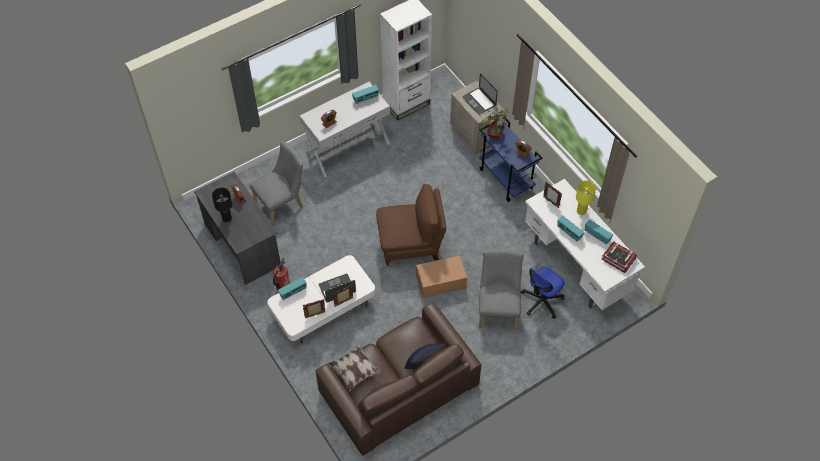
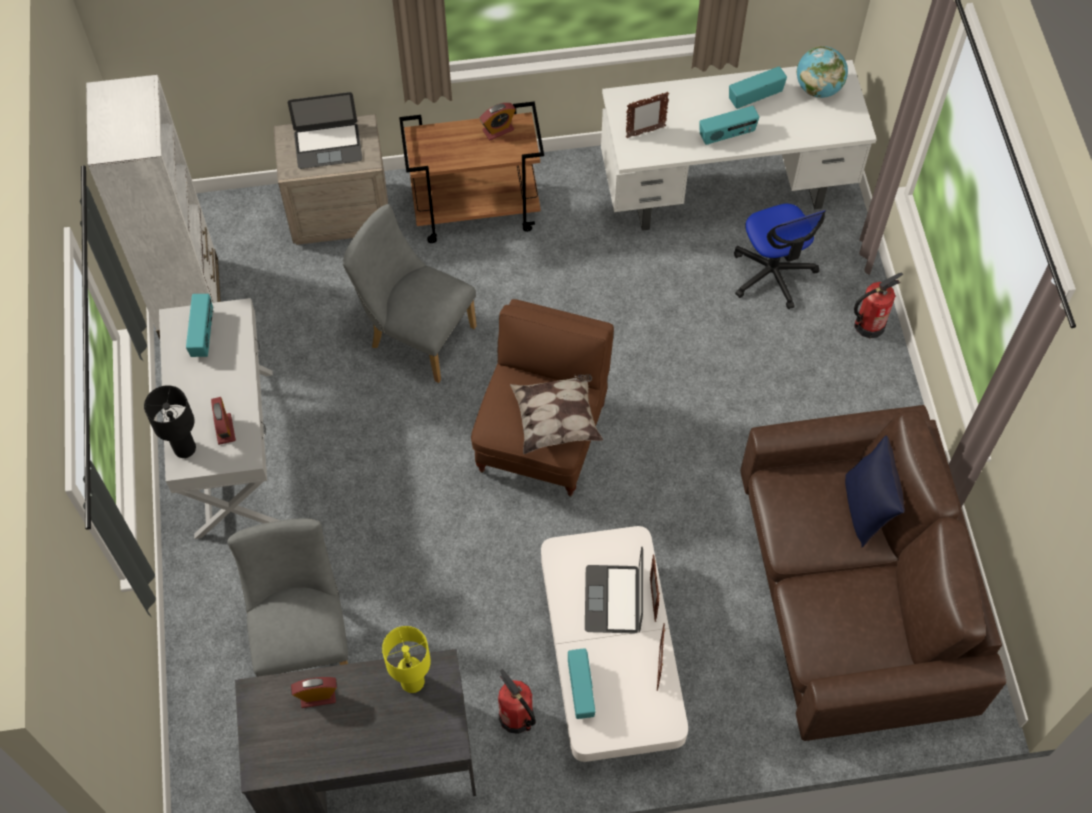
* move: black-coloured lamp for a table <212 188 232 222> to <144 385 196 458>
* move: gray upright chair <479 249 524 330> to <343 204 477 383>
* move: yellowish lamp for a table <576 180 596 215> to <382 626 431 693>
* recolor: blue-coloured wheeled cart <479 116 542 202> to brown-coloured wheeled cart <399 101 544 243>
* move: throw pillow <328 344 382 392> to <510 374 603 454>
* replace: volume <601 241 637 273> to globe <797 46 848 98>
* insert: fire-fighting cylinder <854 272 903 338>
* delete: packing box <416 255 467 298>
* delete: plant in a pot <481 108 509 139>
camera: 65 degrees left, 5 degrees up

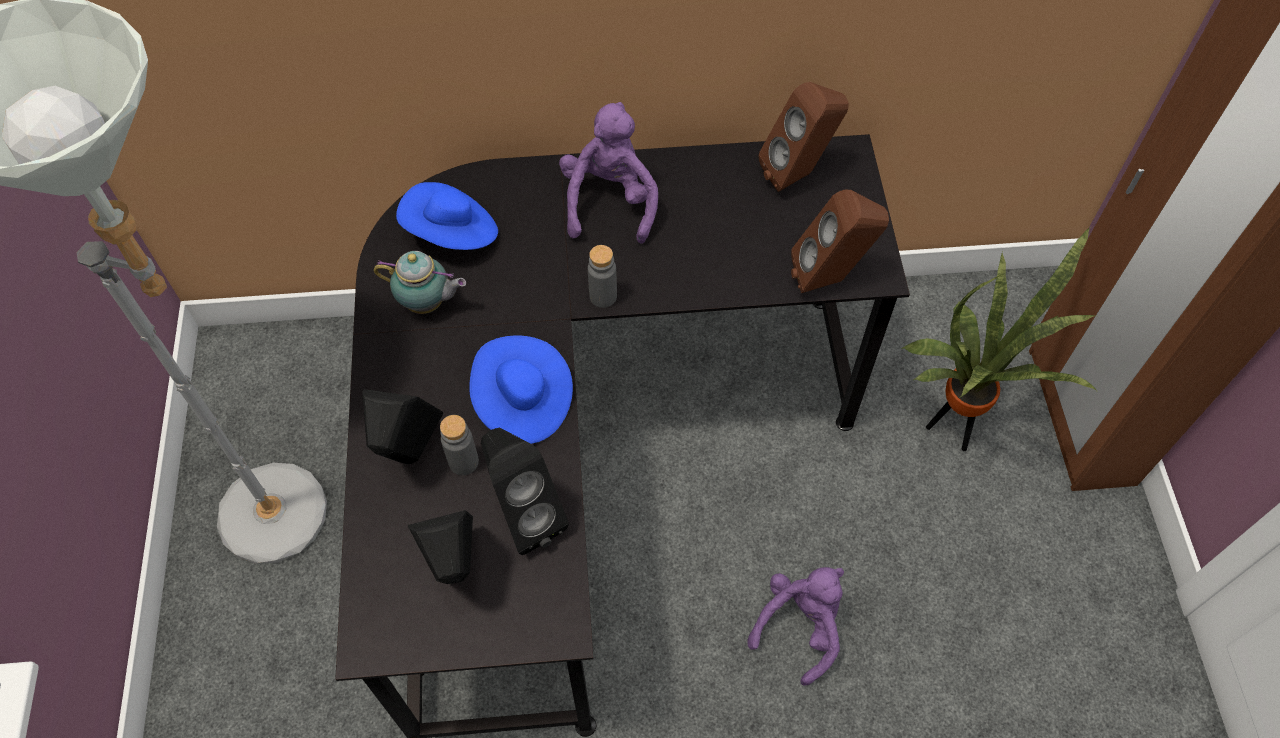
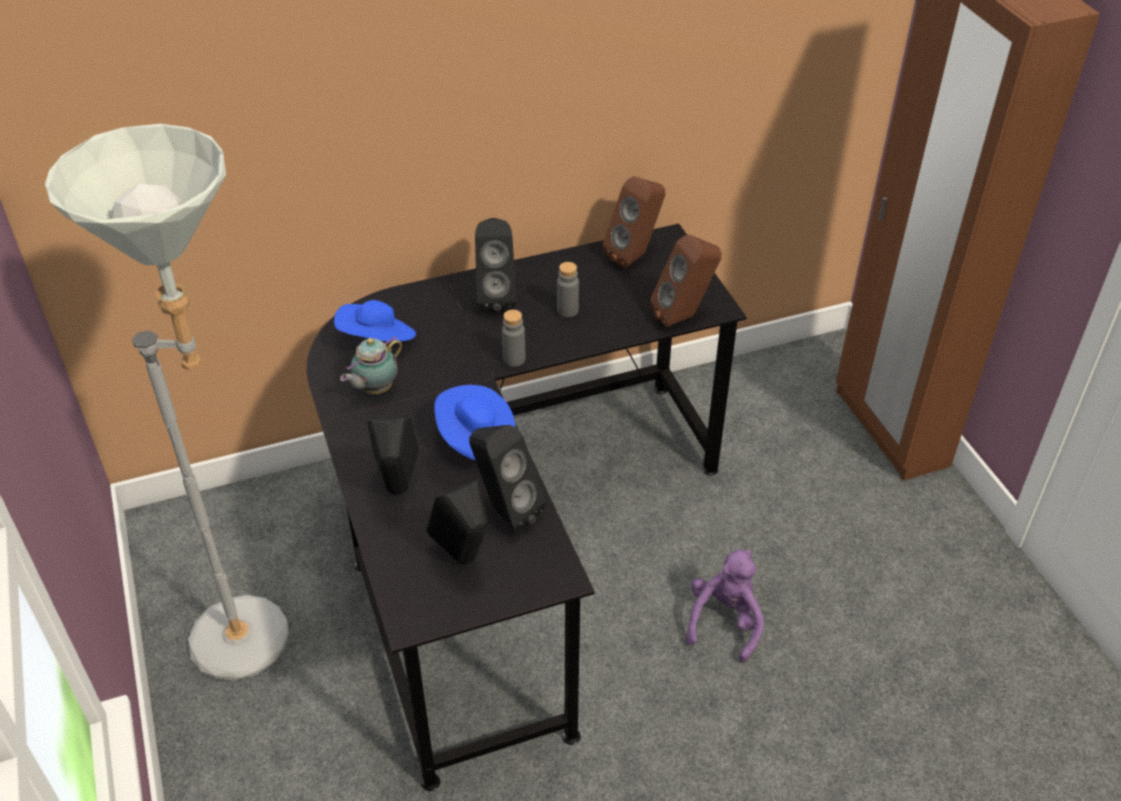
* rotate: teapot <373 251 466 314> = <340 336 402 394> 135 degrees clockwise
* replace: purple-coloured soft toy <559 102 658 244> to black-coloured loudspeaker <475 218 517 313>
* move: gray bottle <440 415 479 475> to <557 262 579 317>
* delete: plant in a pot <901 226 1097 451>
camera: 15 degrees left, 15 degrees down

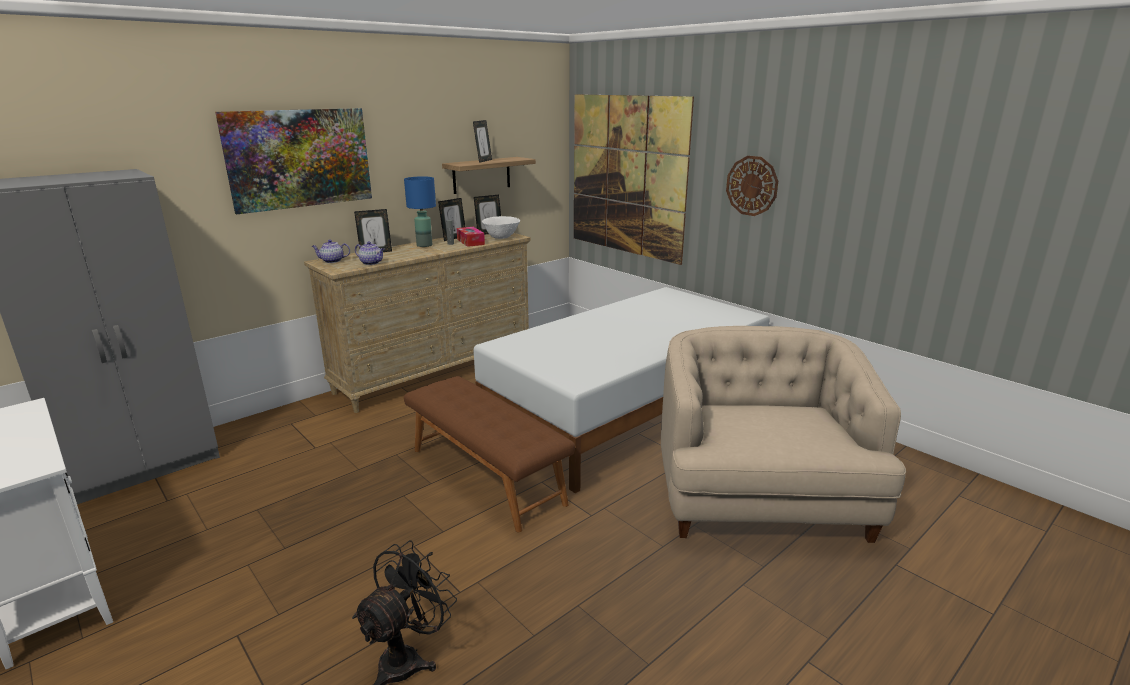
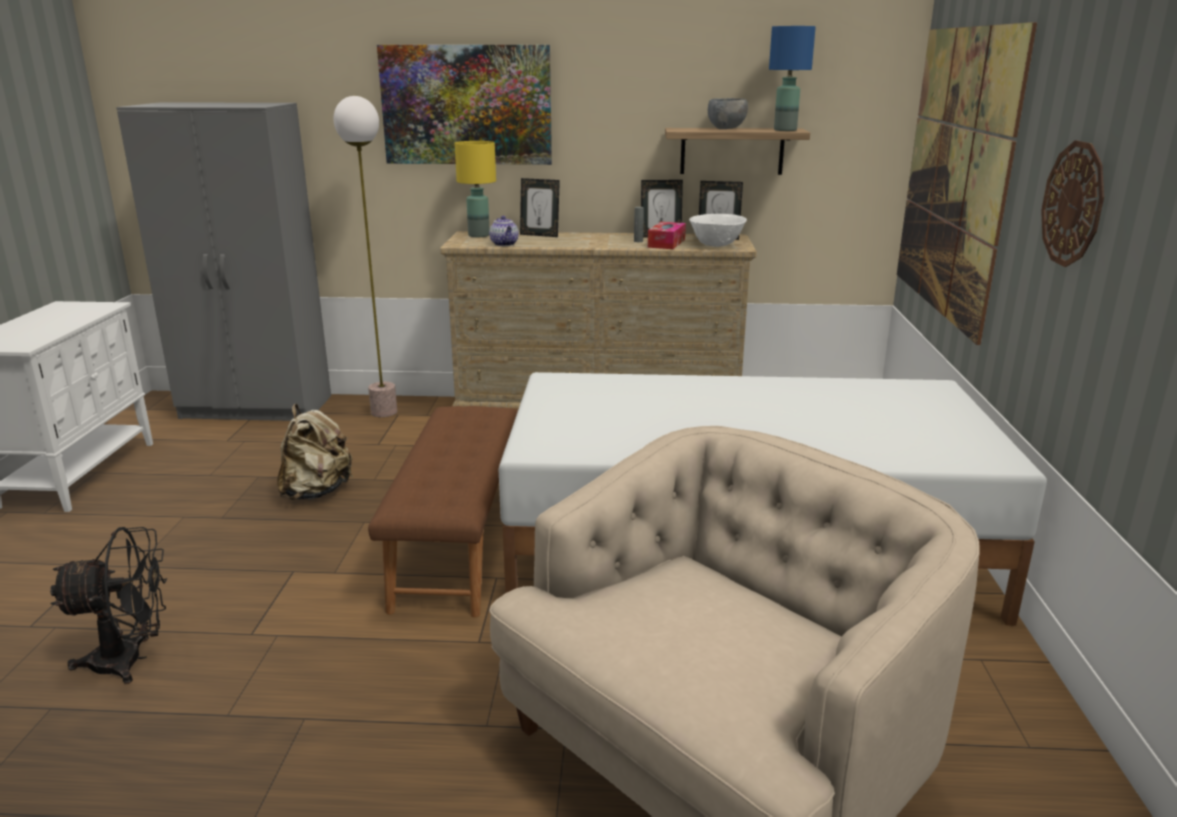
* insert: beige rucksack <277 404 353 500>
* insert: standard lamp <334 96 397 417>
* replace: teapot <312 240 350 263> to yellowish lamp for a table <455 141 496 237>
* replace: standing frame <473 120 492 163> to gray bowl <708 98 748 129>
* move: blue-coloured lamp for a table <404 176 436 247> to <769 26 816 131>
camera: 45 degrees right, 0 degrees up

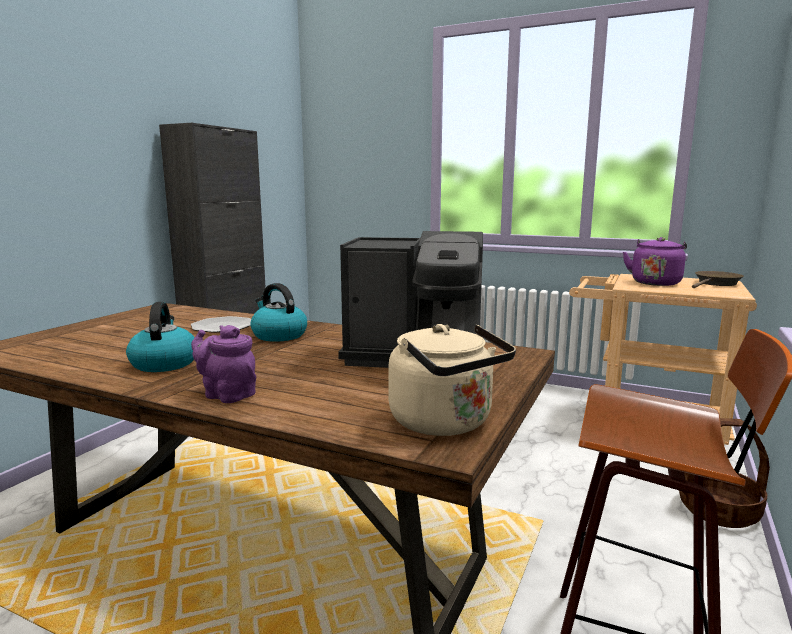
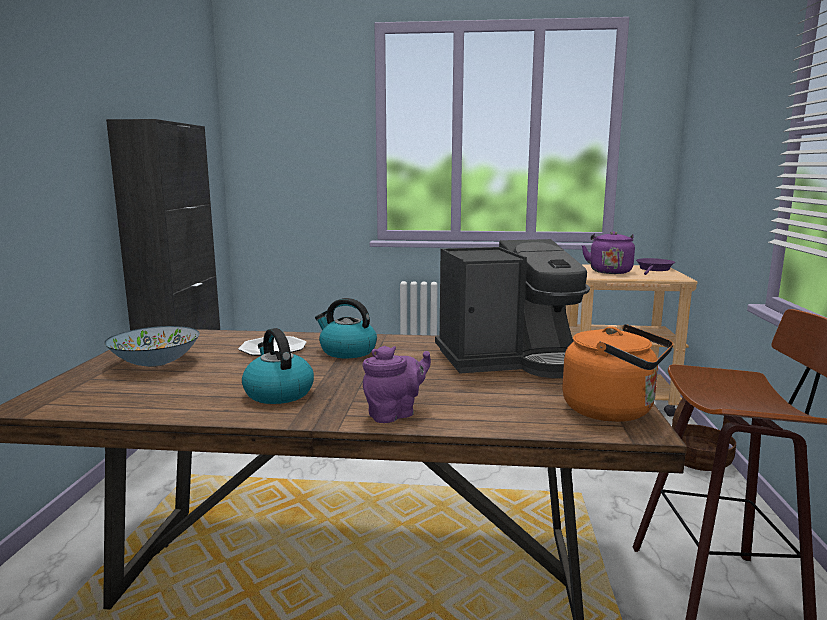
* insert: bowl <104 326 200 367>
* rotate: purple-coloured teapot <191 325 256 403> = <363 346 431 423> 135 degrees clockwise
* recolor: beige tea kettle <388 324 516 436> to orange-coloured tea kettle <562 324 673 422>
* recolor: brown-coloured skillet <692 271 744 288> to purple-coloured skillet <636 258 675 275>
camera: 20 degrees left, 0 degrees up

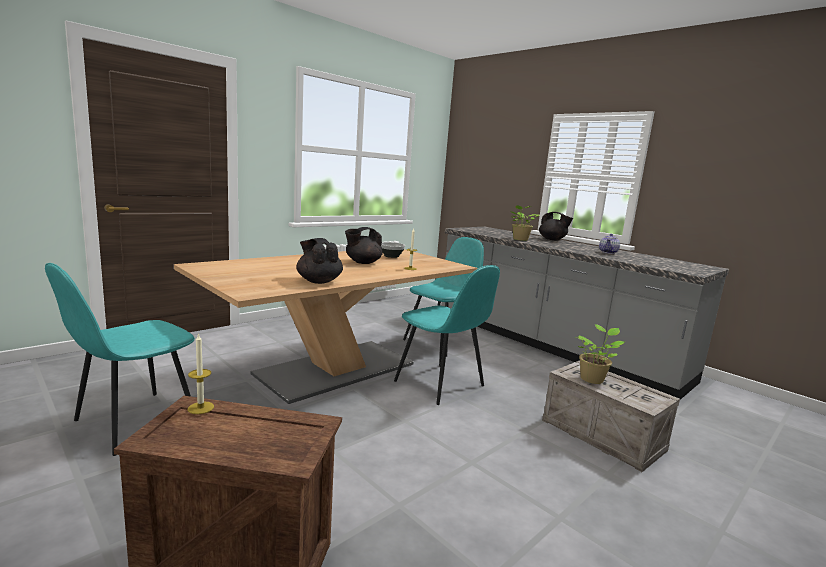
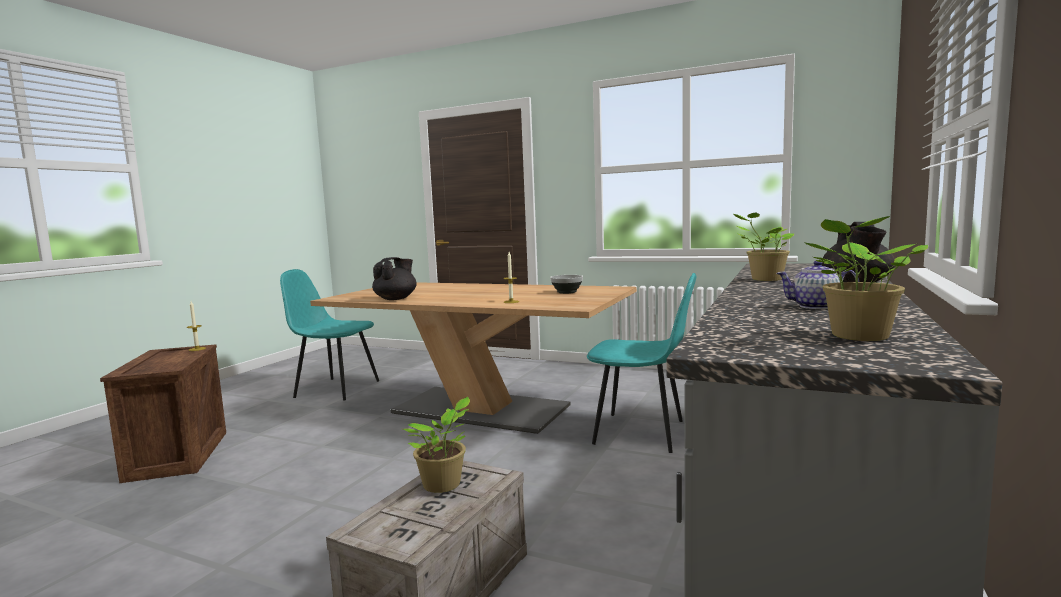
* insert: plant in a pot <806 216 928 341>
* delete: black-coloured teapot <345 227 383 264>
* delete: blue-green upright chair <394 265 500 405>
camera: 70 degrees right, 5 degrees down

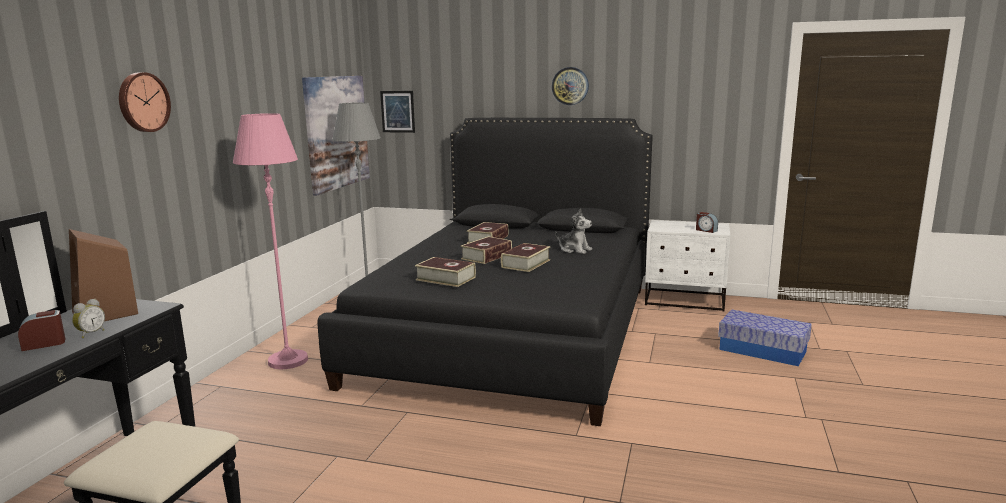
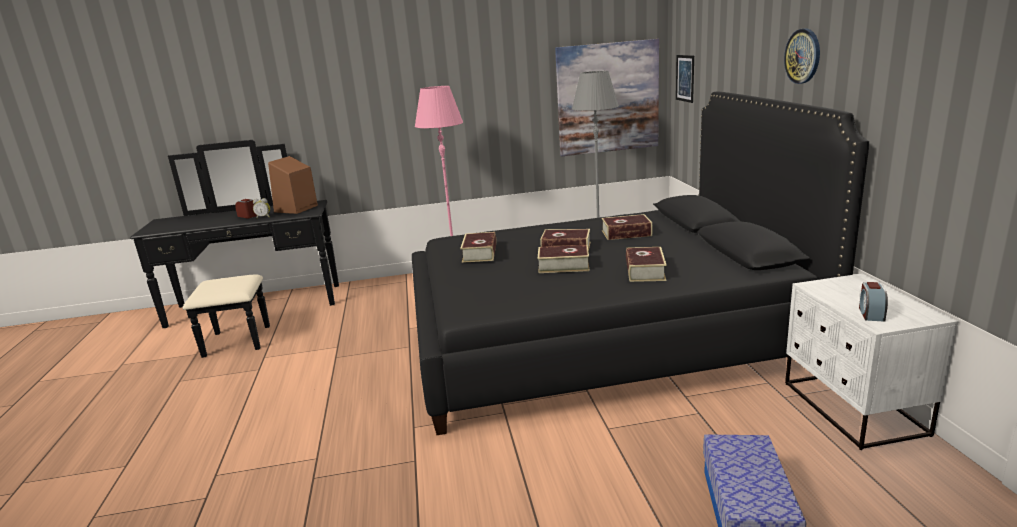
* replace: soft toy <556 208 592 254> to volume <626 247 667 282>
* delete: clock on the wall <119 72 171 132>
camera: 65 degrees right, 5 degrees up

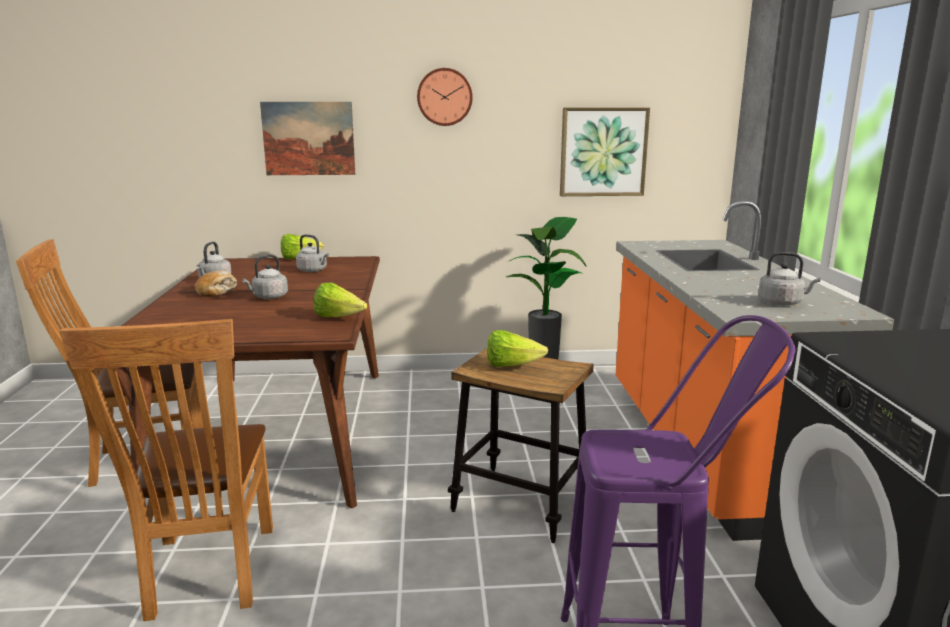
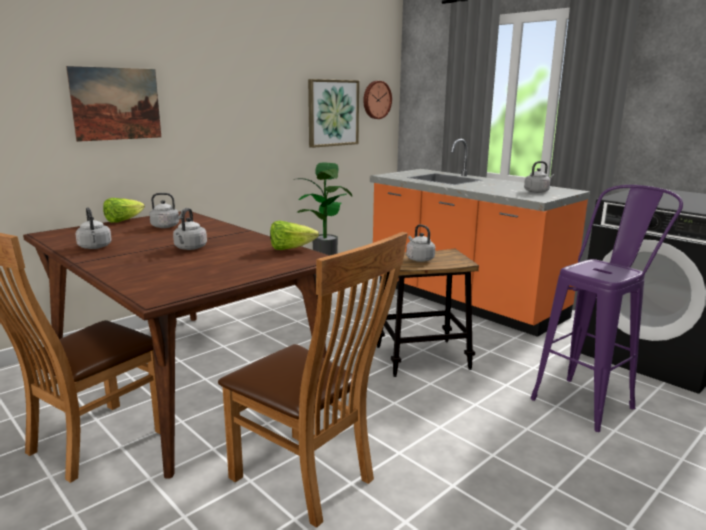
* move: clock on the wall <417 68 473 126> to <363 81 392 119>
* replace: lettuce head <487 330 549 367> to gray tea kettle <406 224 435 262>
* delete: bread <195 270 237 297>
camera: 40 degrees left, 0 degrees up

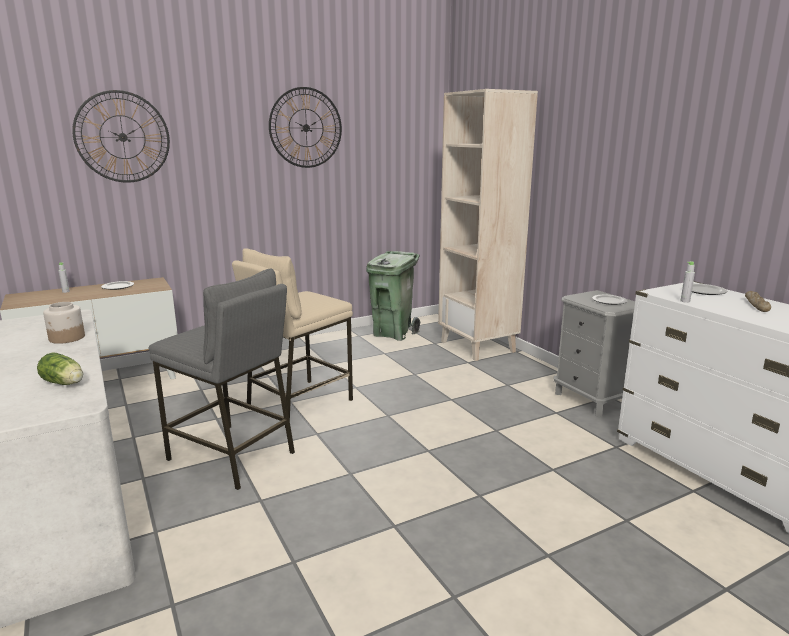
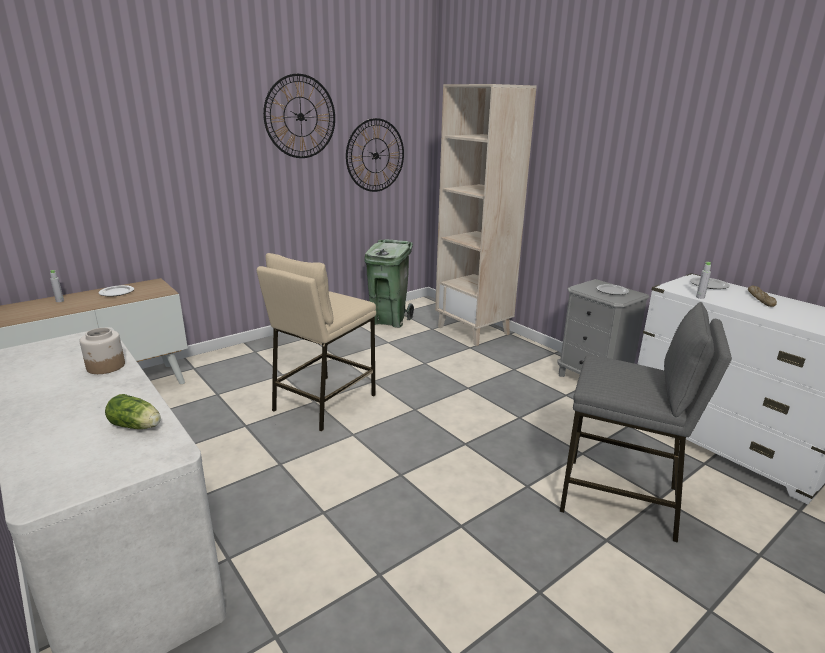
* move: clock on the wall <72 90 170 183> to <346 118 404 192>
* move: gray stool seat <148 269 295 490> to <560 302 732 543>
camera: 10 degrees left, 5 degrees up

